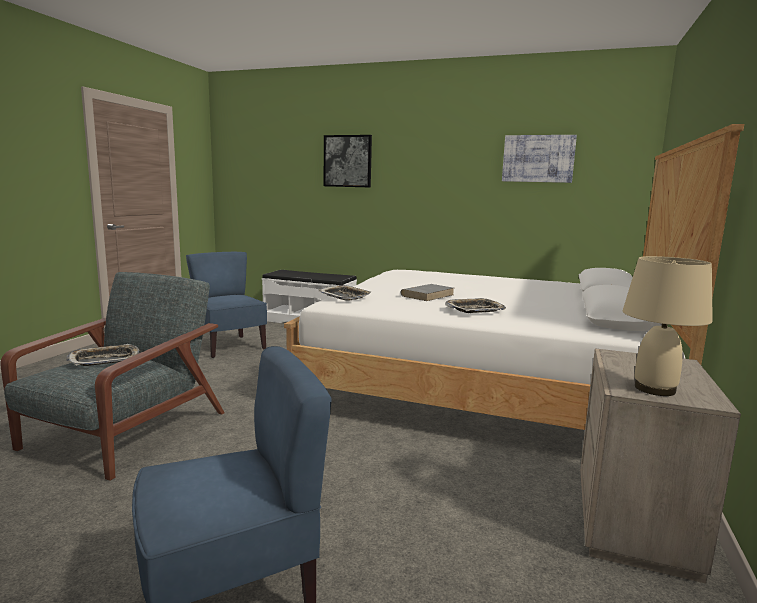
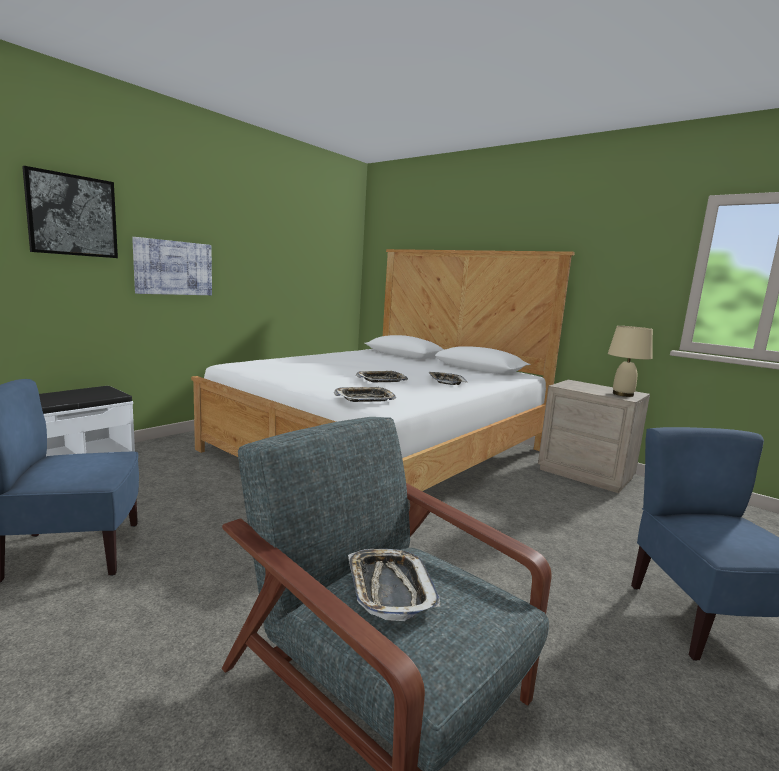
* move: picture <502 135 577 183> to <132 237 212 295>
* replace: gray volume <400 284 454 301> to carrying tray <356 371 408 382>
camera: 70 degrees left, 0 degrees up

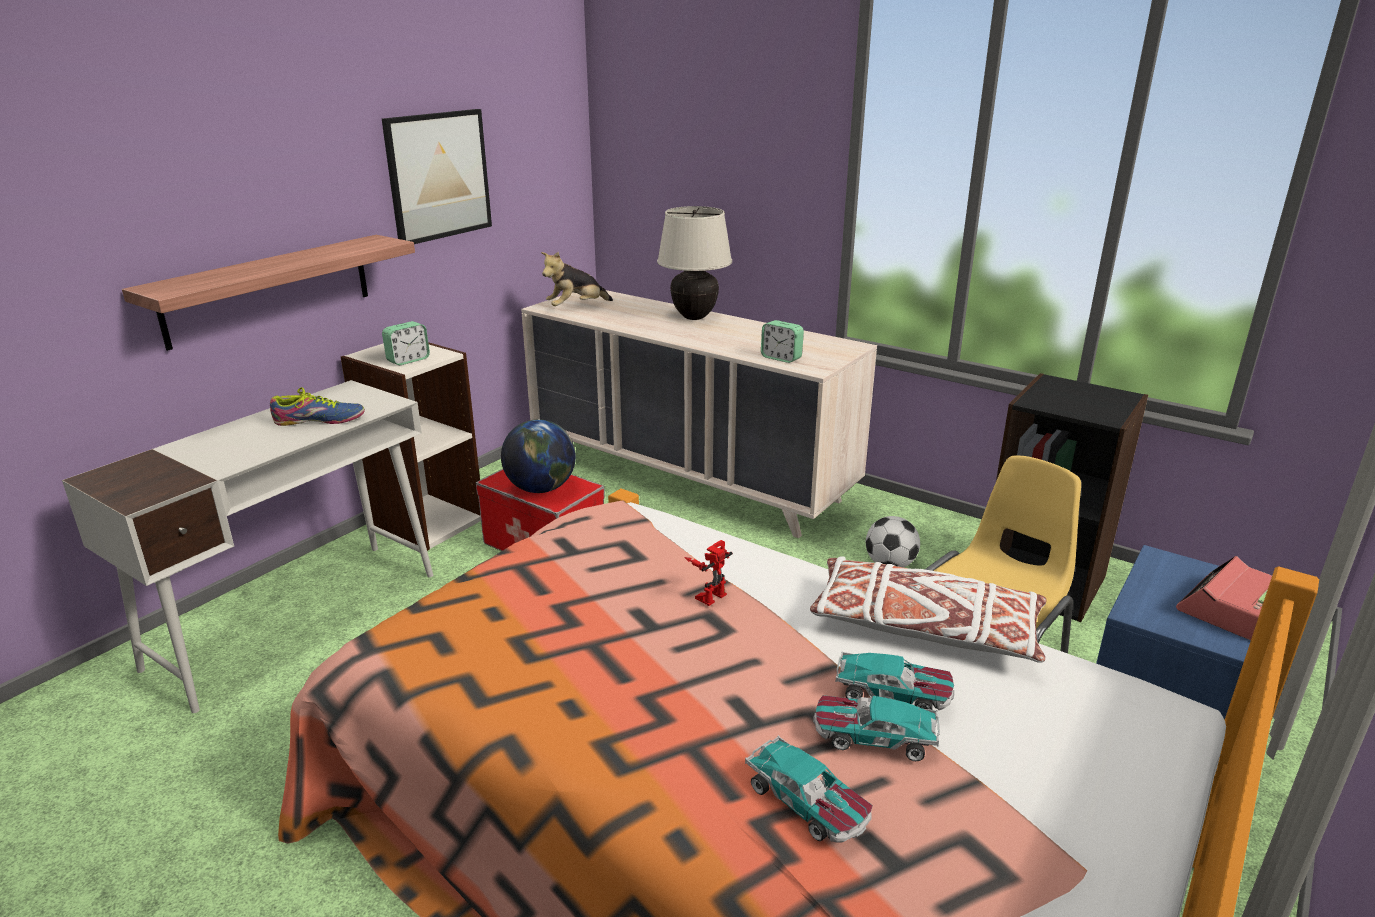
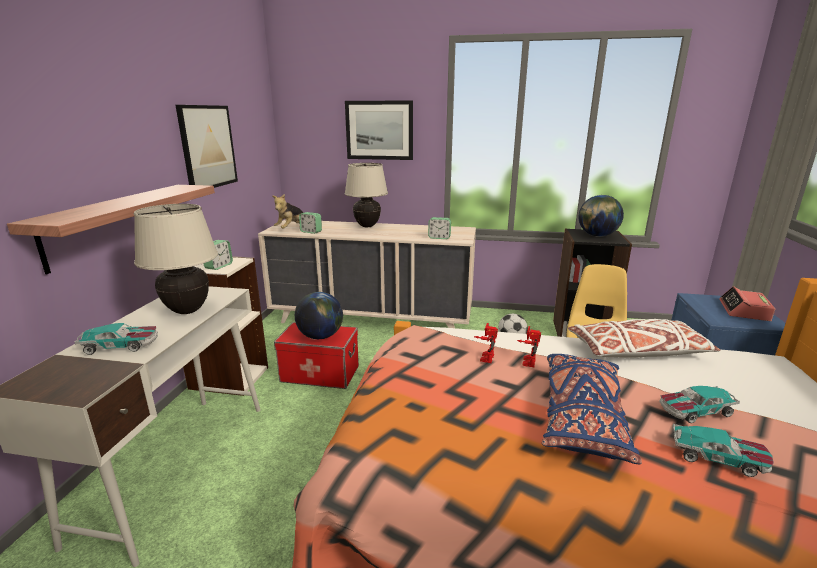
* move: model car <836 651 954 710> to <74 323 158 355>
* replace: shoe <270 387 365 426> to beige lamp for a table <134 204 218 314>
* insert: table clock <299 212 322 234>
* insert: picture <345 101 413 160>
* insert: robot figure <474 323 498 363>
* insert: blue-coloured throw pillow <542 354 642 464>
* insert: globe <579 195 624 237>
camera: 25 degrees left, 5 degrees down

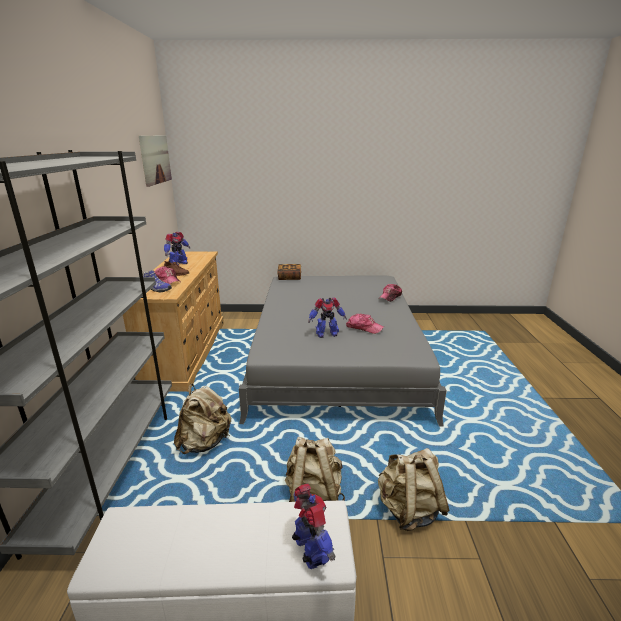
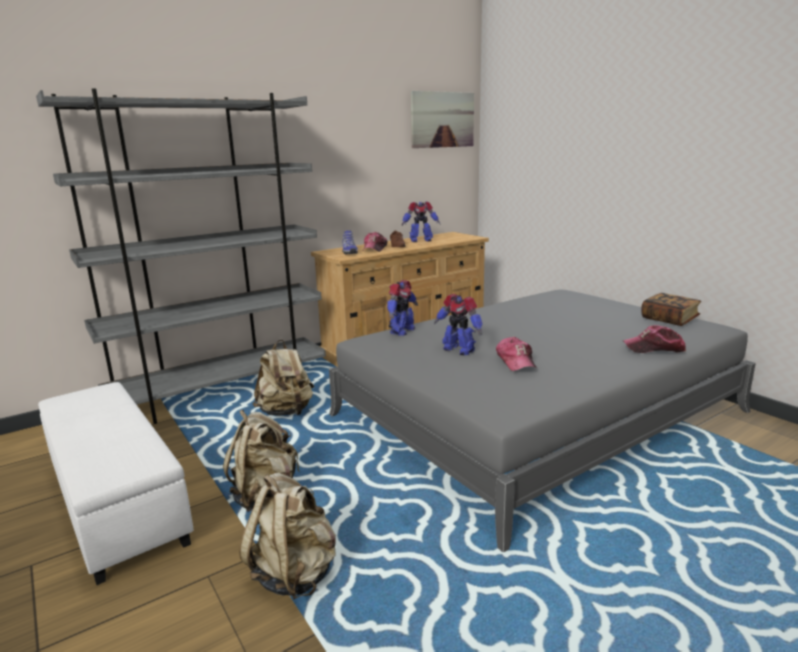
* move: robot figure <292 484 335 569> to <387 280 418 336>
* move: volume <277 264 301 280> to <641 293 701 326>
camera: 55 degrees right, 5 degrees down

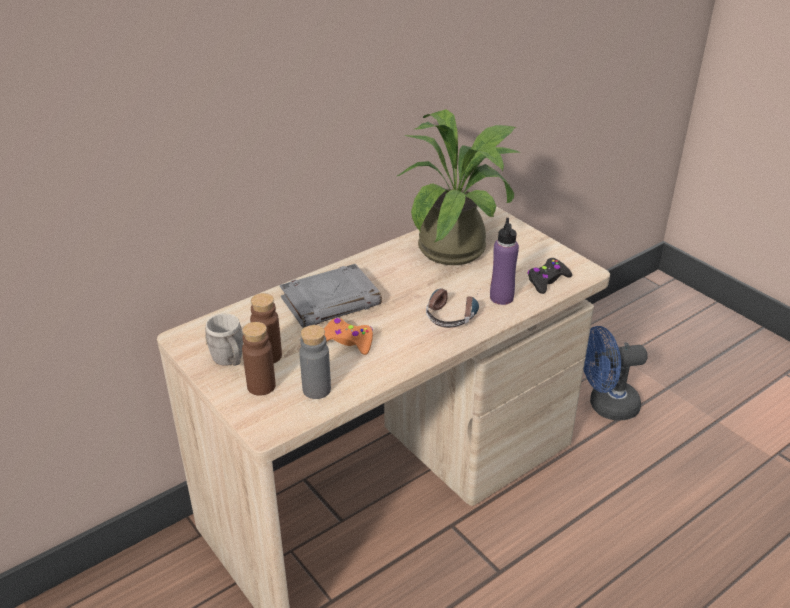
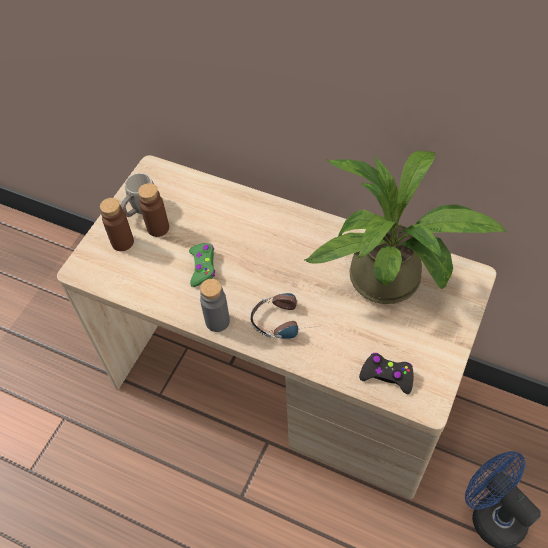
* recolor: orange-coloured game controller <324 318 373 355> to greenish game controller <189 243 215 287>
* move: gray bottle <299 325 331 399> to <200 279 230 332>
* delete: gray volume <280 264 382 328>
* delete: purple-coloured bottle <490 218 519 305>
camera: 65 degrees right, 20 degrees up

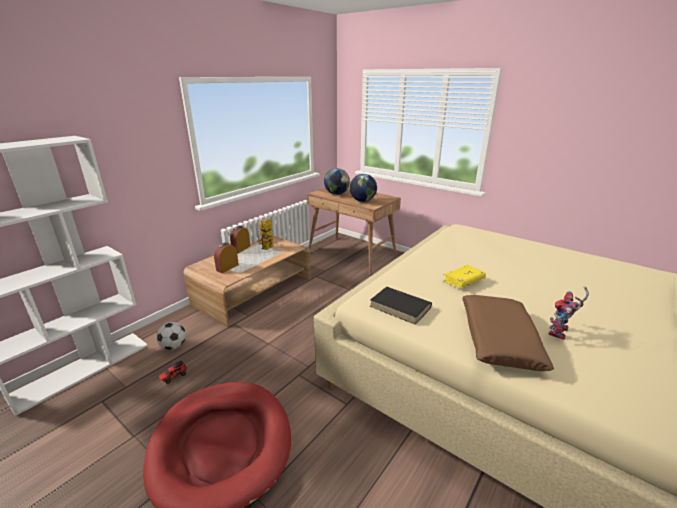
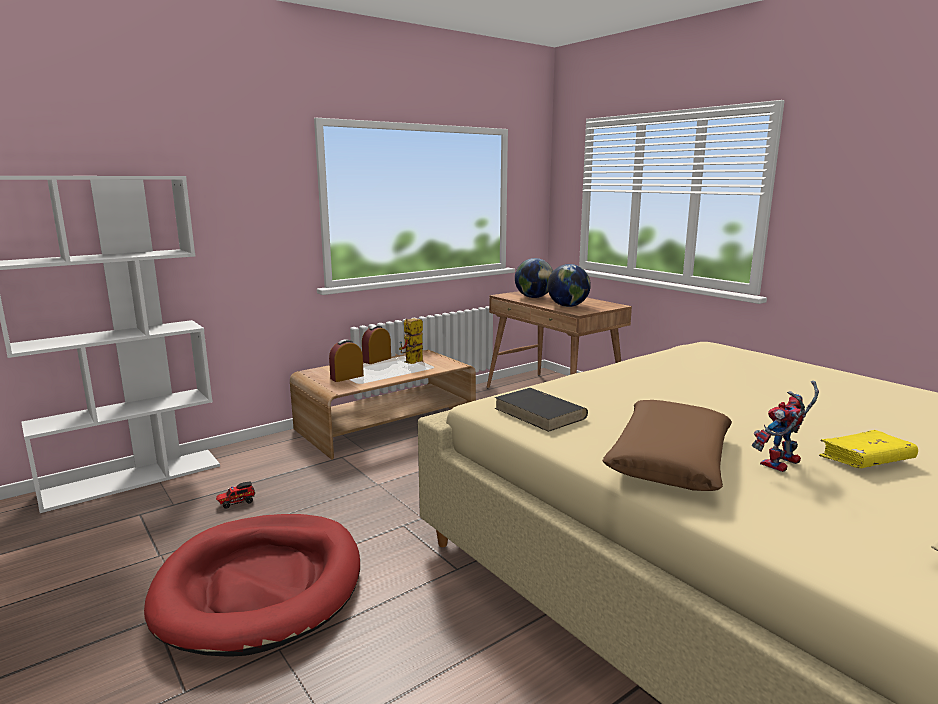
* move: yellowish volume <443 265 486 288> to <819 430 918 468>
* delete: football <156 322 186 350>
camera: 15 degrees right, 10 degrees down

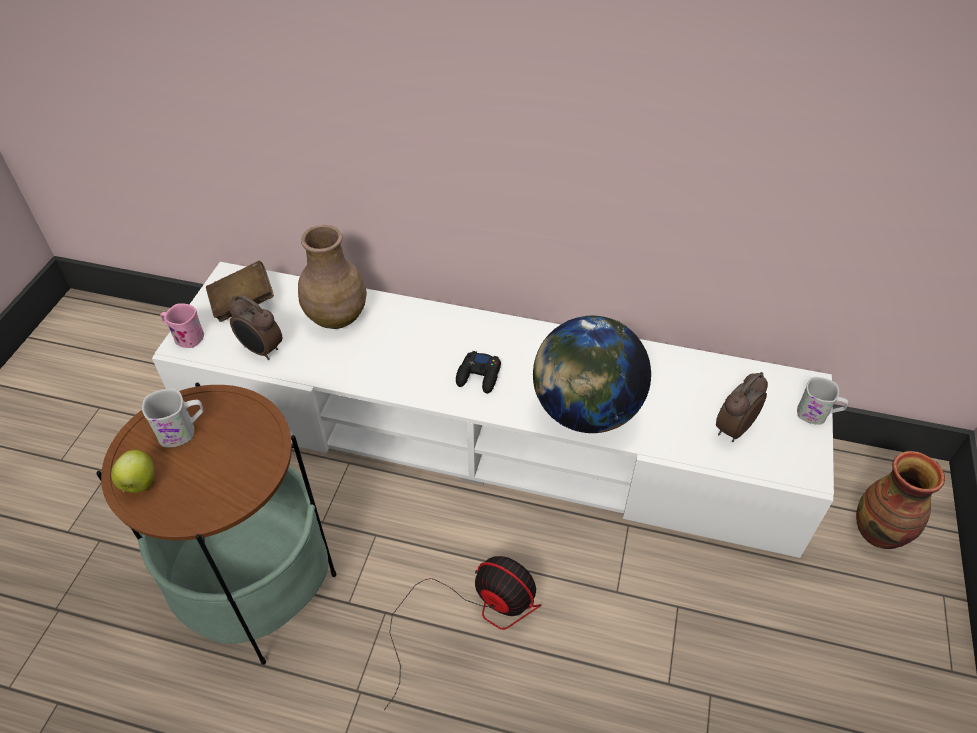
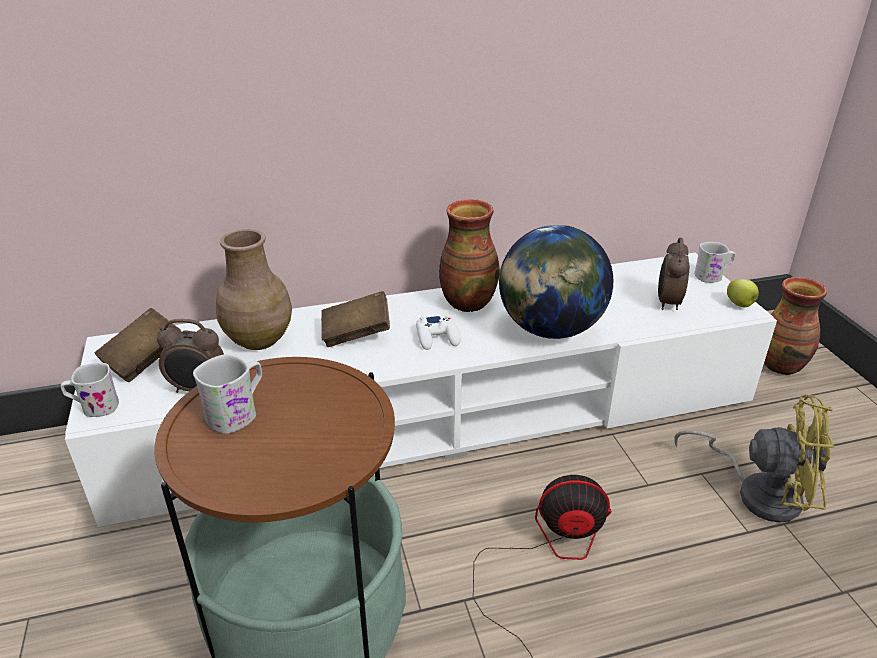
* recolor: pink coffee mug <160 303 204 348> to whitish coffee mug <61 363 119 417>
* insert: brown-coloured volume <321 291 390 347>
* recolor: black-coloured game controller <456 351 501 393> to whitish game controller <416 315 460 350>
* insert: vase <439 199 500 312>
* insert: yellowish electric fan <674 394 834 523>
* move: apple <111 450 154 493> to <727 279 759 307>
camera: 30 degrees left, 15 degrees down

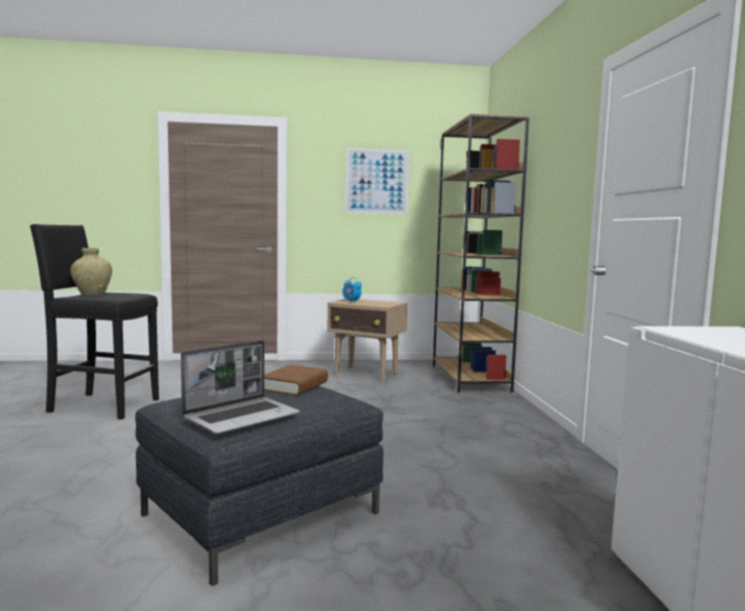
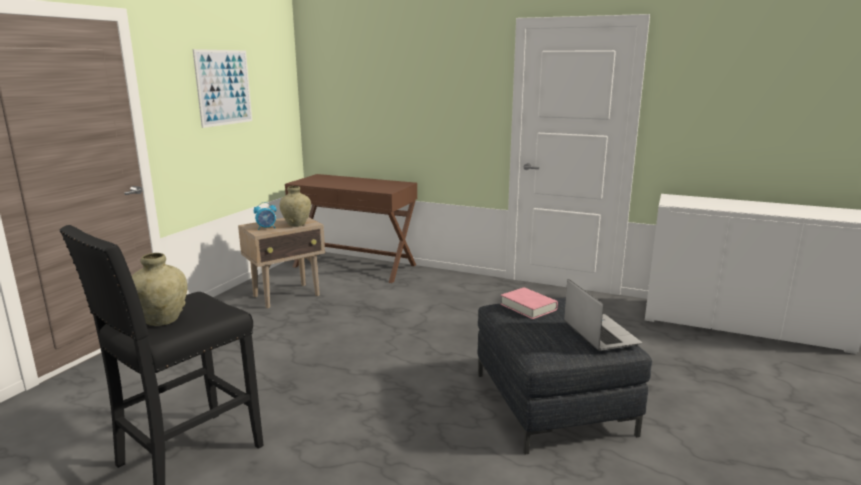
* insert: beige vase <280 186 311 227>
* replace: brown-coloured shelving unit <433 114 529 393> to brown-coloured hall table <285 174 417 283>
* recolor: brown-coloured volume <265 364 328 396> to pink volume <501 287 558 319>
camera: 60 degrees left, 10 degrees up

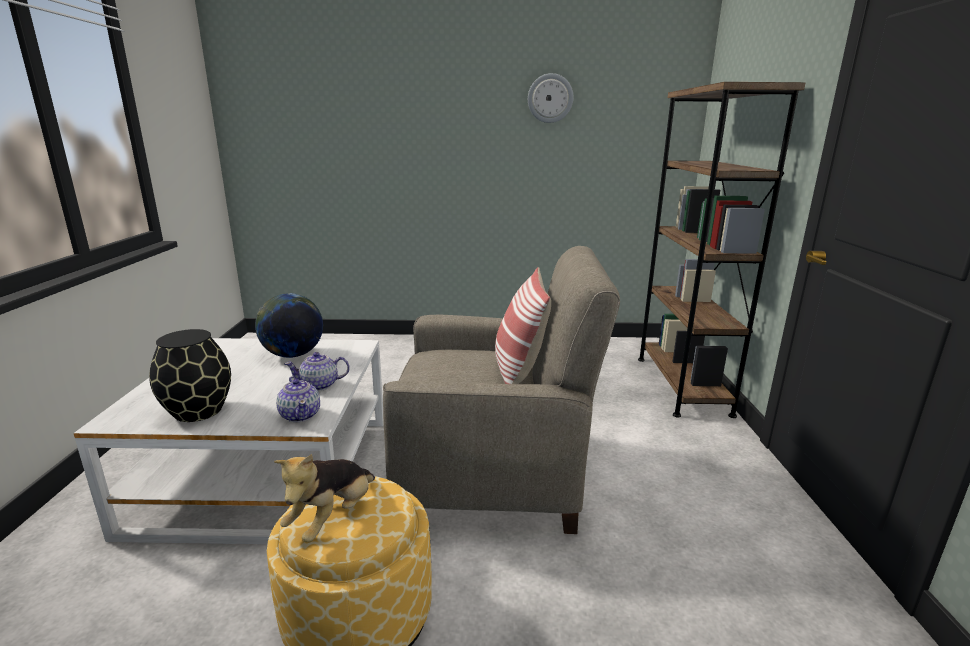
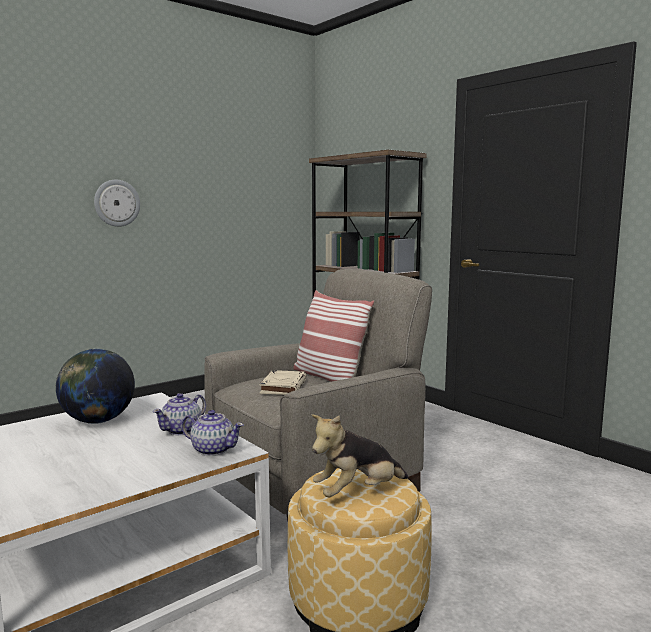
* move: clock on the wall <528 73 574 123> to <94 180 140 227>
* insert: beige volume <260 370 307 395>
* rotate: soft toy <274 454 375 543> = <312 414 408 497> 75 degrees clockwise
* delete: black-coloured vase <149 329 231 422>
camera: 40 degrees left, 10 degrees down

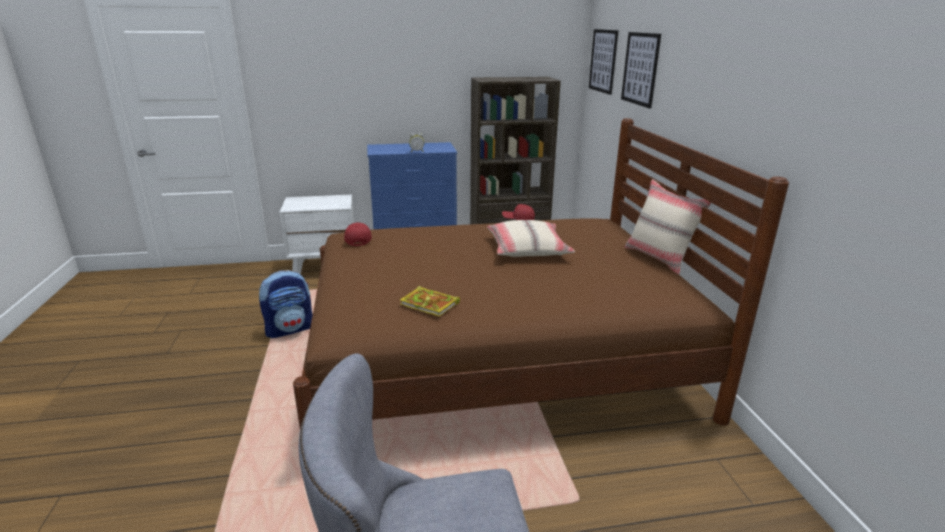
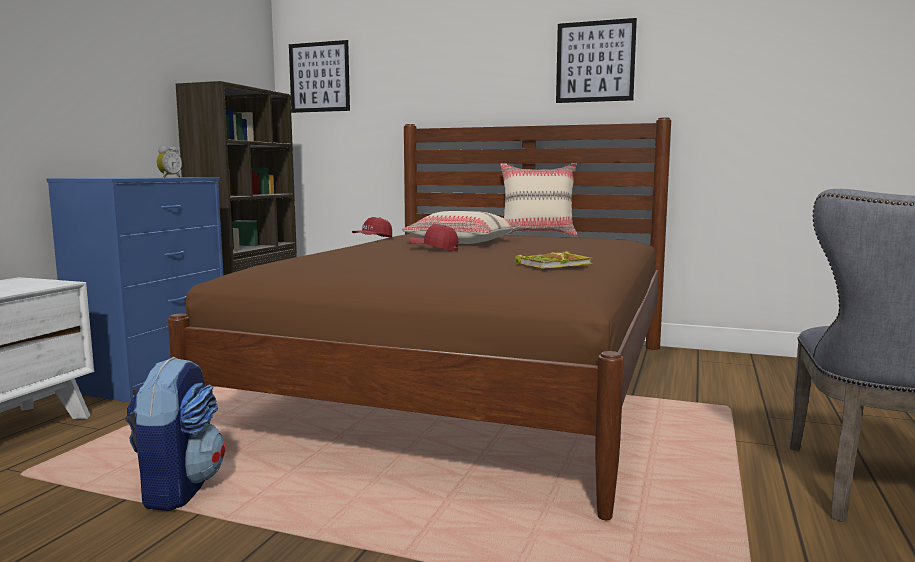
* move: red-coloured peaked cap <344 222 372 246> to <409 224 458 251>
* move: picture <621 32 661 108> to <556 18 637 103>
camera: 60 degrees left, 15 degrees down

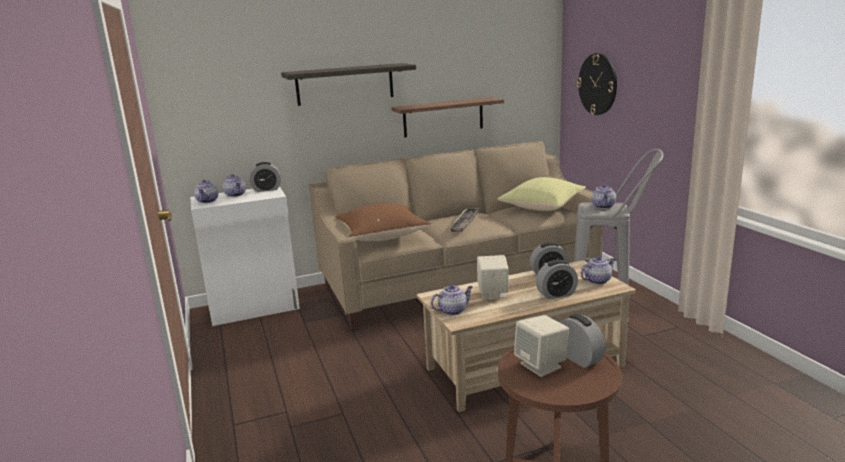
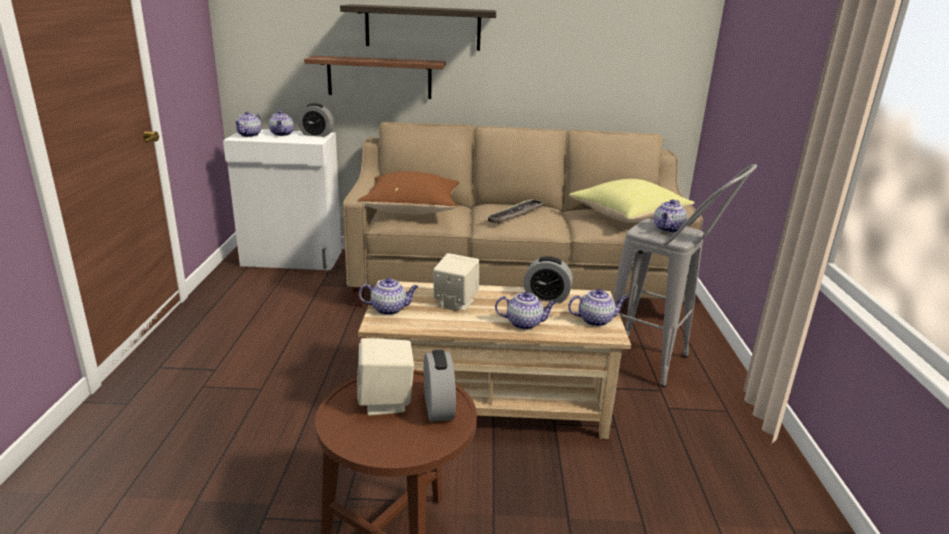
* move: wall shelf <391 97 504 137> to <304 55 446 99>
* replace: table clock <536 260 578 299> to teapot <495 291 557 330>
* delete: clock on the wall <577 53 617 115>
camera: 20 degrees right, 5 degrees up

